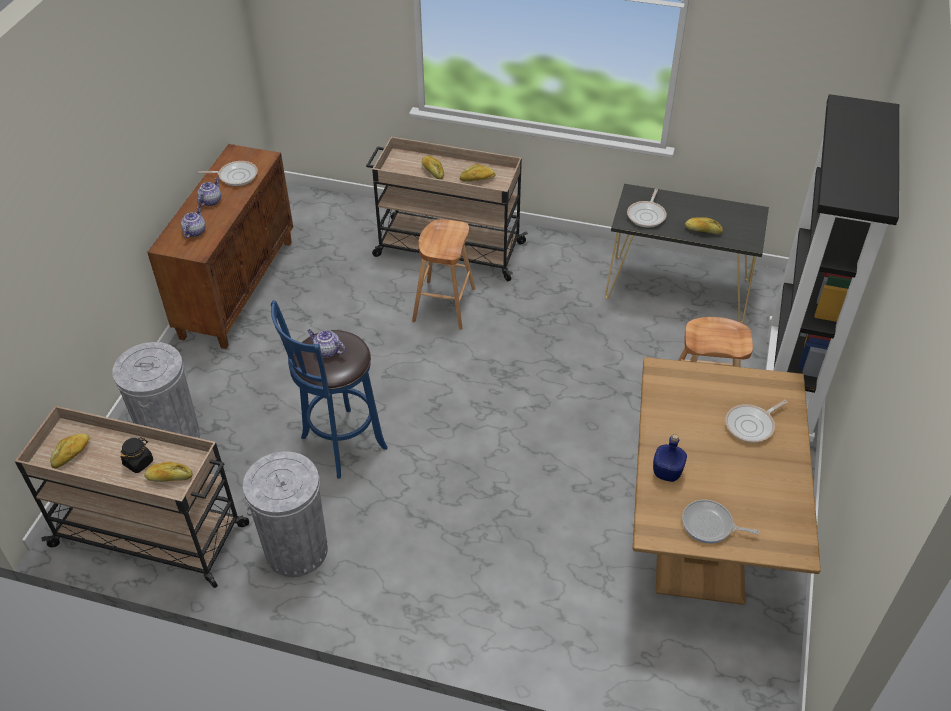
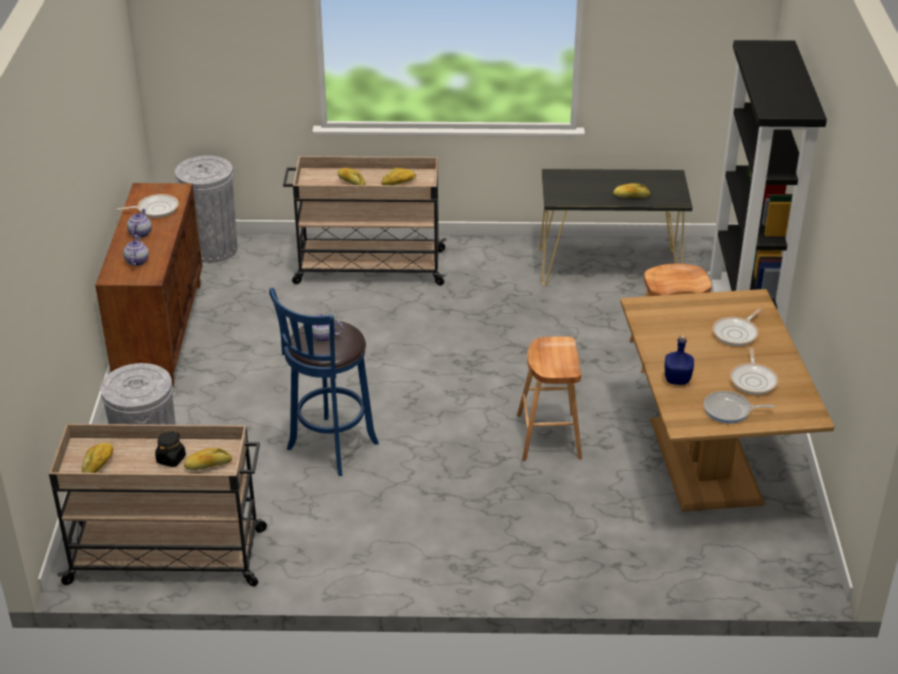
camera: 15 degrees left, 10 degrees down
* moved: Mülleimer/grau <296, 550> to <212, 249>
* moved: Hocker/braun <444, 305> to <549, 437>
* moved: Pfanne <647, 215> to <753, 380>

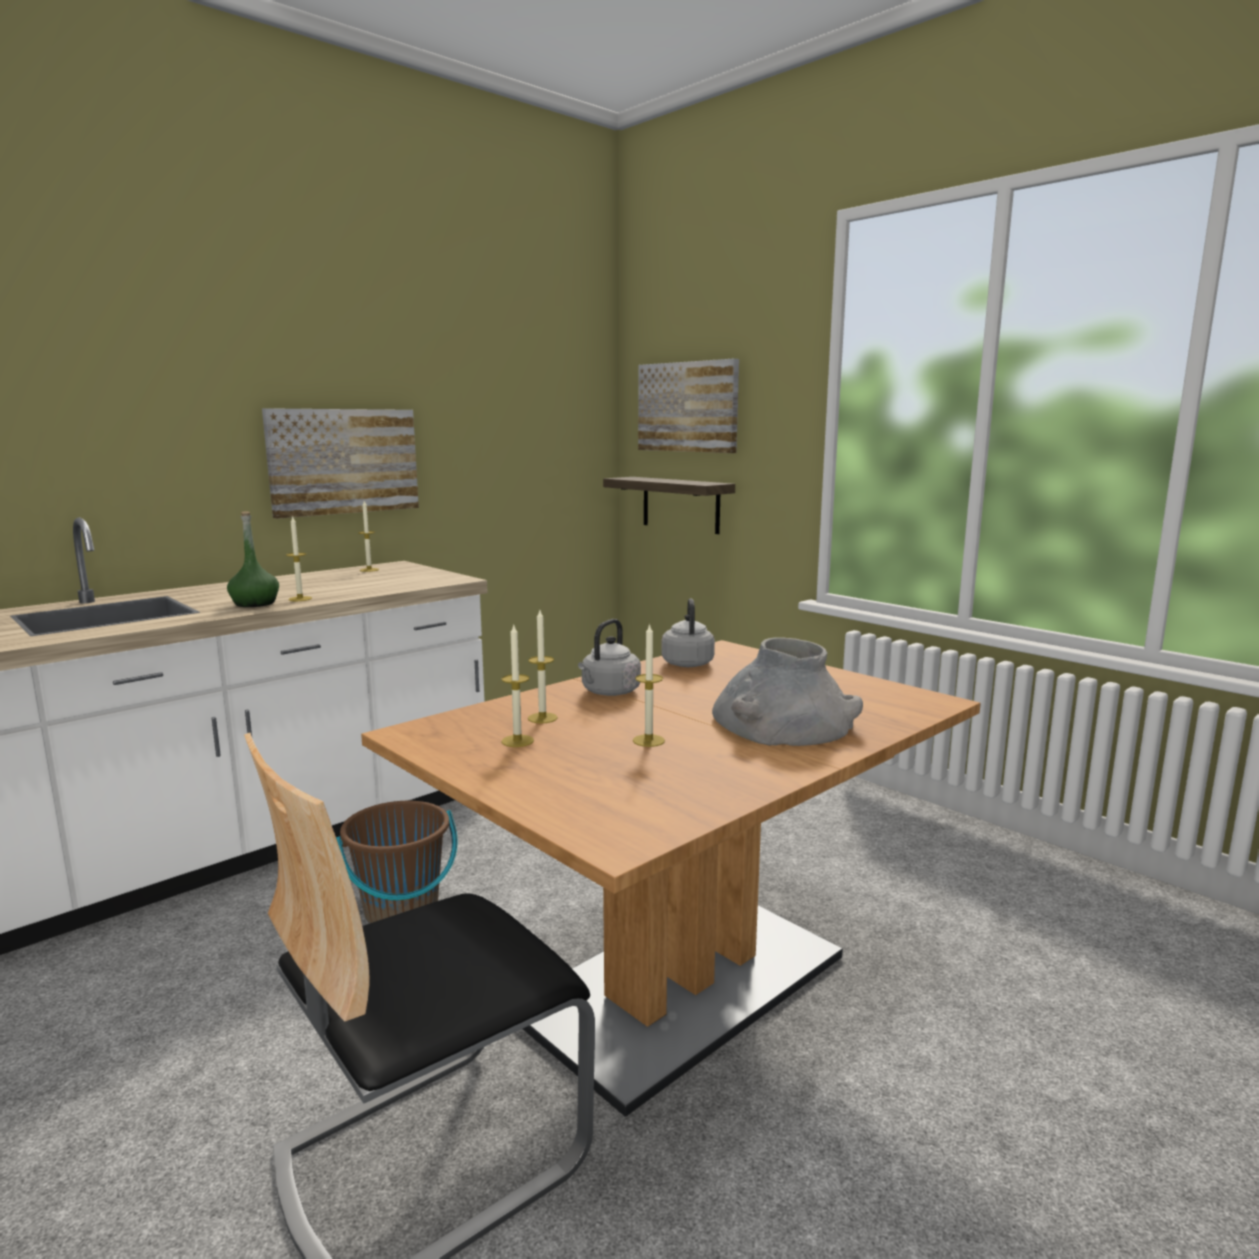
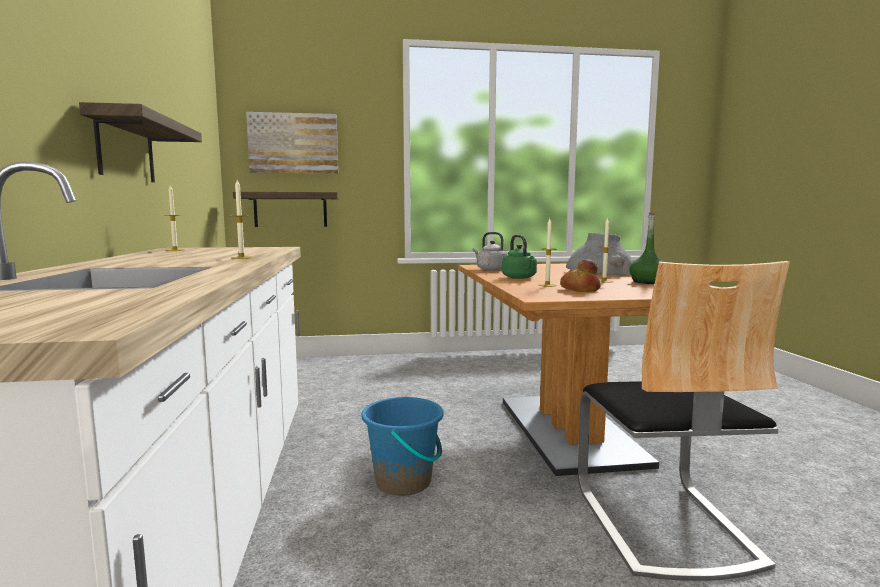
camera: 55 degrees left, 5 degrees down
* moved: Flasche/grün <255, 603> to <647, 282>
* replaced: Bild <343, 461> to Wandregal <126, 149>
* recoloured: Eimer/braun <401, 911> to Eimer/blau <404, 482>
* replaced: Kerze <517, 741> to Brot <580, 289>
* recoloured: Wasserkessel/grau <609, 692> to Wasserkessel/grün <520, 278>

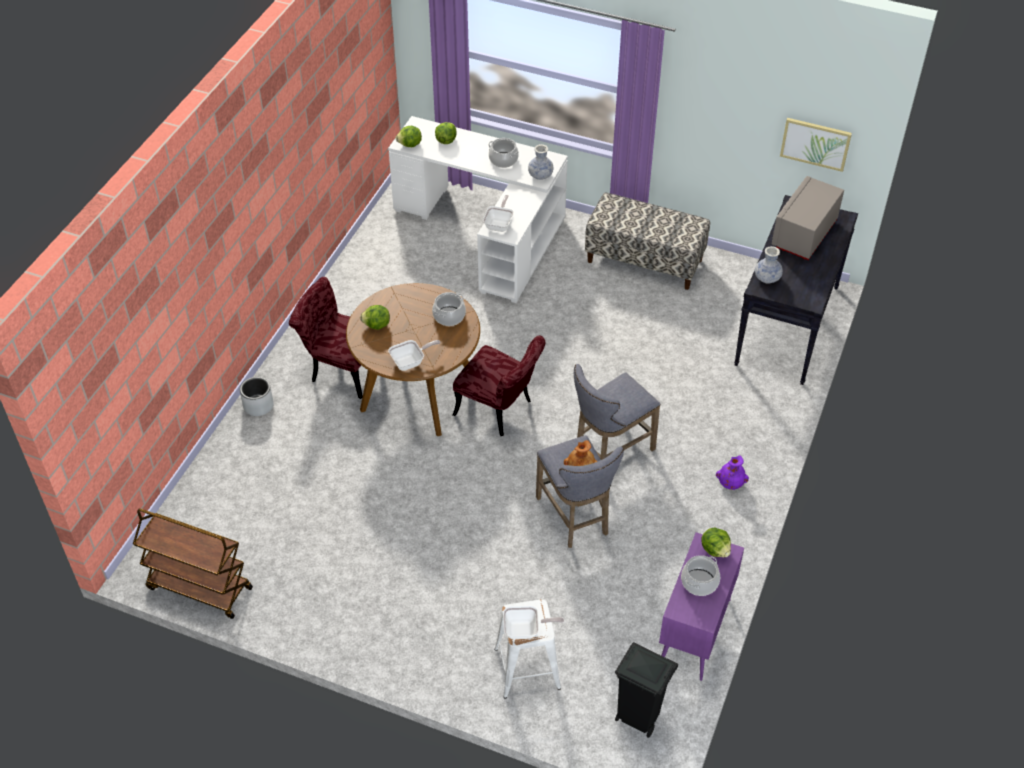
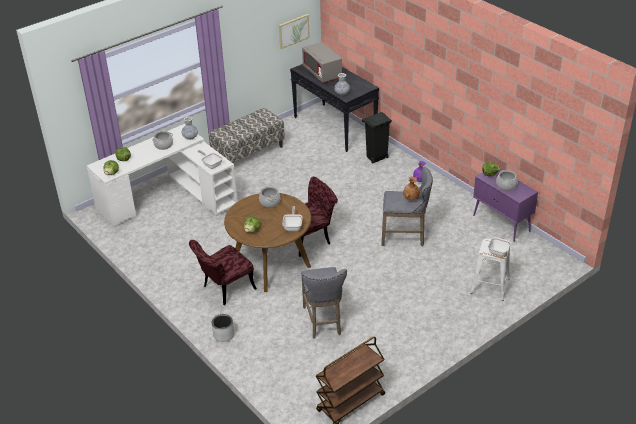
camera: 60 degrees left, 10 degrees down
* moved: Hocker/grau <609, 452> to <323, 322>
* moved: Mülleimer/schwarz <638, 718> to <376, 158>

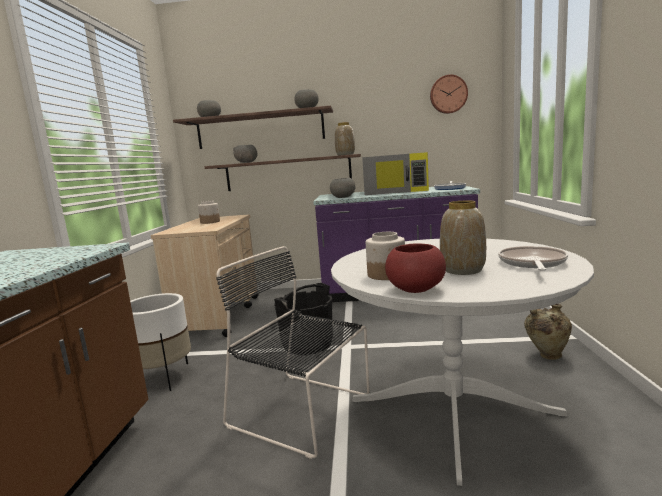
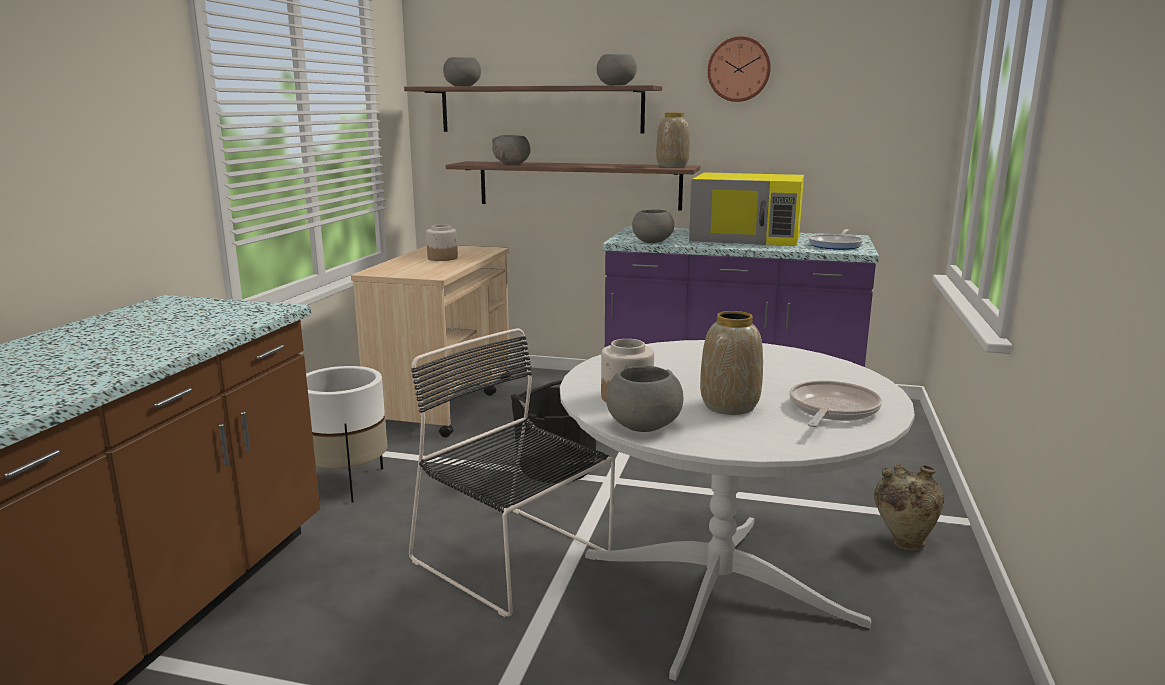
camera: 10 degrees right, 5 degrees up
* recoloured: Schüssel/rot <415, 289> to Schüssel/grau <643, 426>
* moved: Wanduhr <448, 94> to <739, 69>

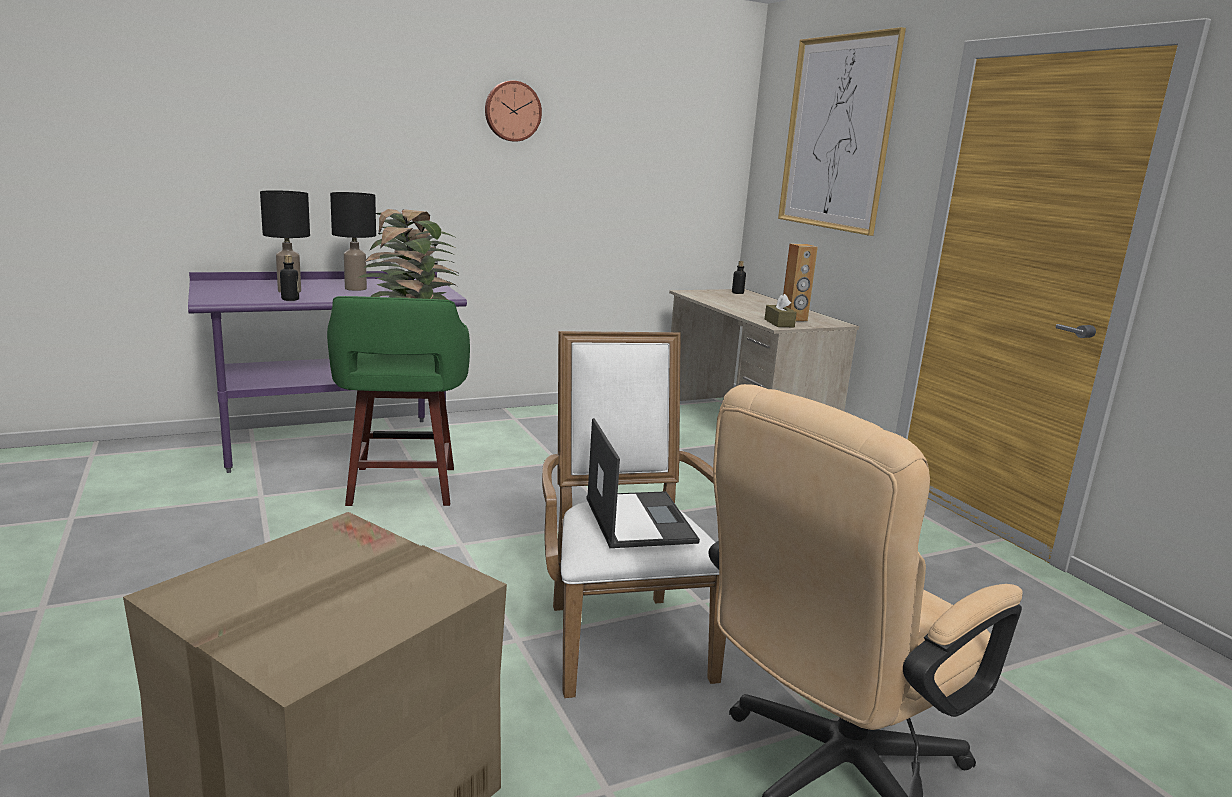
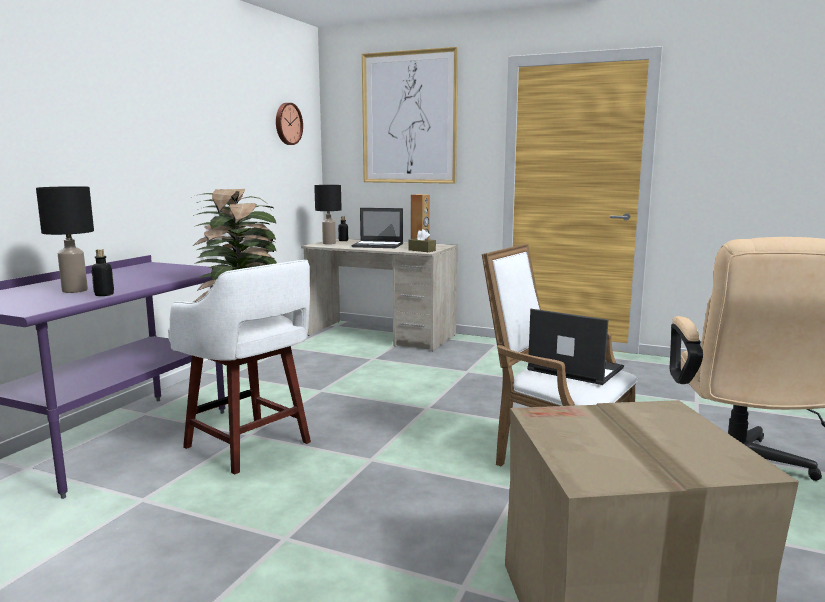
camera: 40 degrees left, 5 degrees down
* recoloured: Hocker/grün <402, 488> to Hocker/weiß <250, 446>
* moved: Tischlampe/schwarz <355, 289> to <329, 243>
* moved: Wanduhr <512, 111> to <287, 124>
* added: Laptop <378, 245>

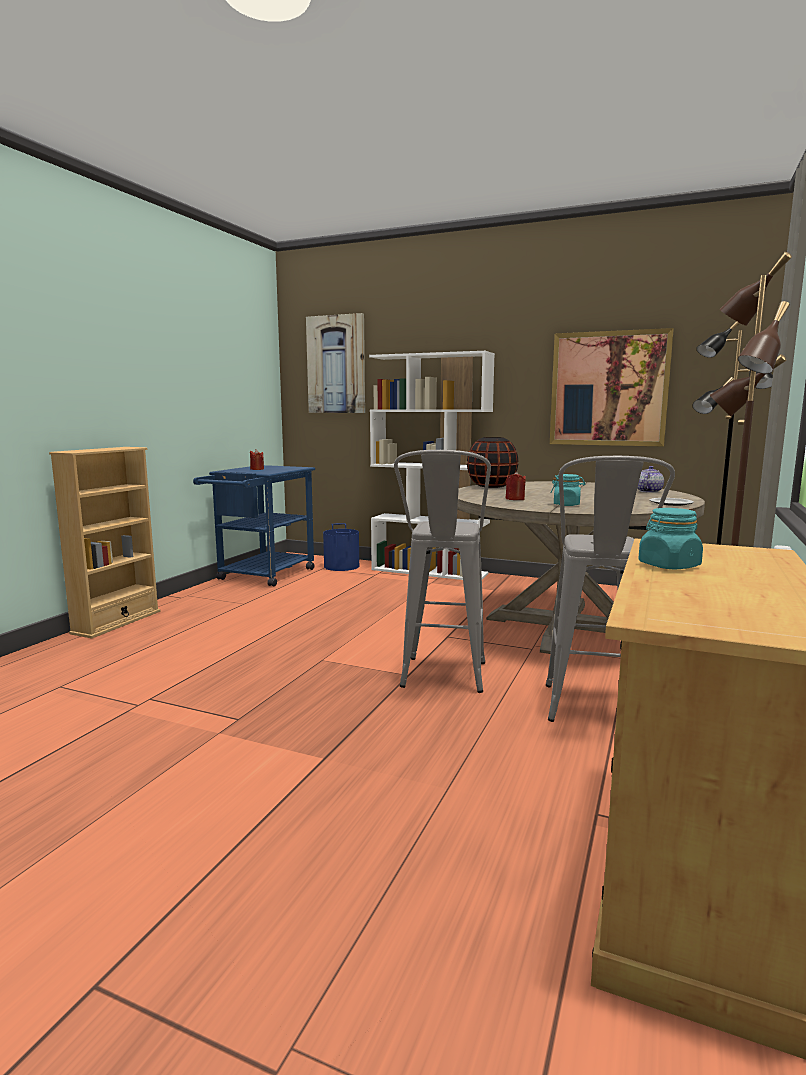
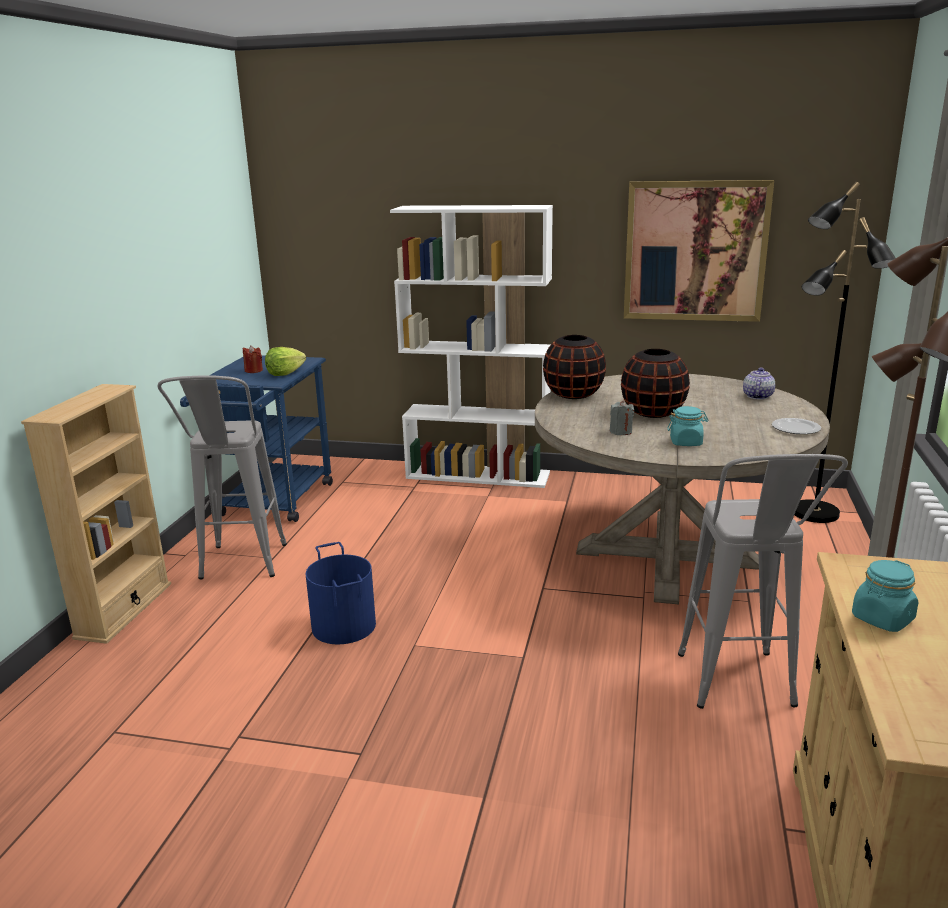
camera: 10 degrees left, 10 degrees up
* removed: Bild <336, 364>
* moved: Eimer/blau <342, 566> to <345, 625>
* moved: Hocker/grau <442, 681> to <240, 569>
* recoloured: Kerze/rot <515, 499> to Kerze/grau <620, 432>
* added: Salatkopf <285, 373>
* added: Vase/schwarz <653, 413>

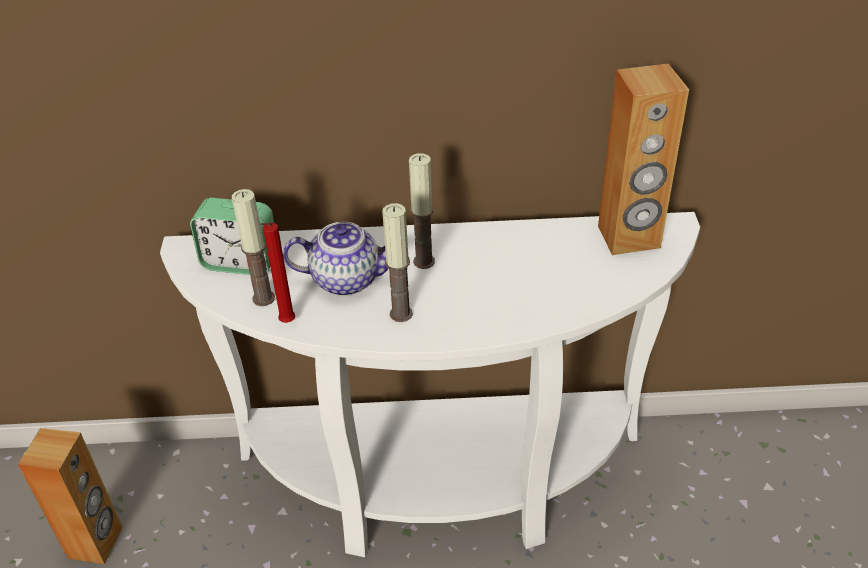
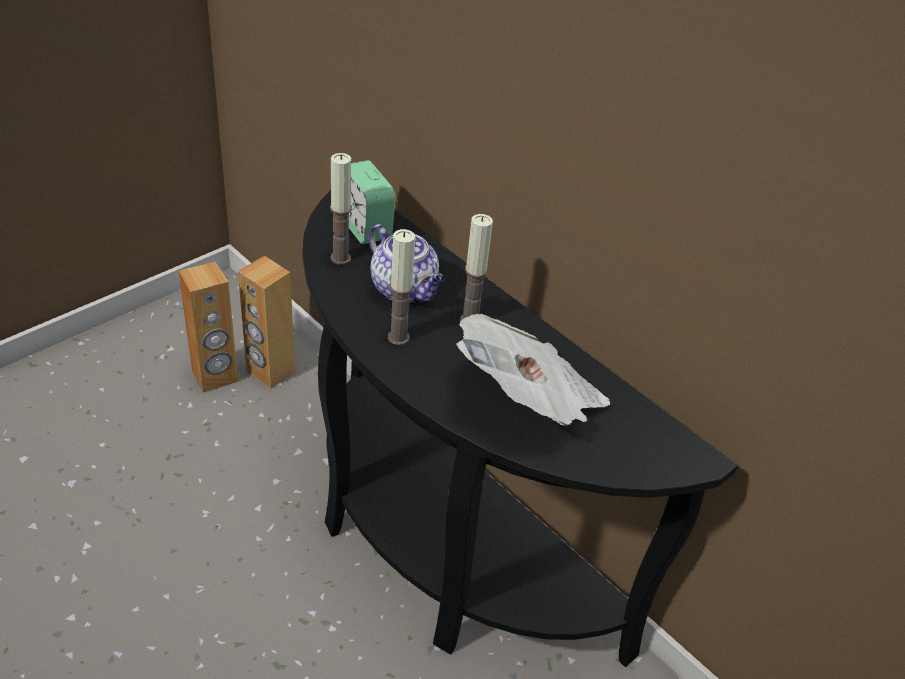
camera: 45 degrees right, 0 degrees up
* recoloured: Konsolentisch/weiß <440, 485> to Konsolentisch/schwarz <439, 545>
* removed: Kerze/rot <286, 323>
* moved: Lautsprecher/braun <629, 237> to <270, 371>
* added: Zeitung <529, 400>

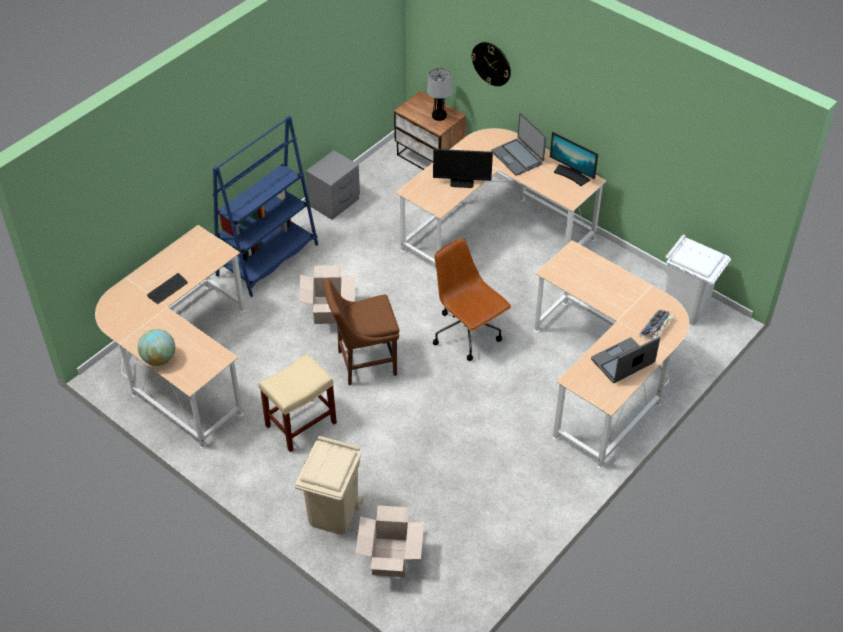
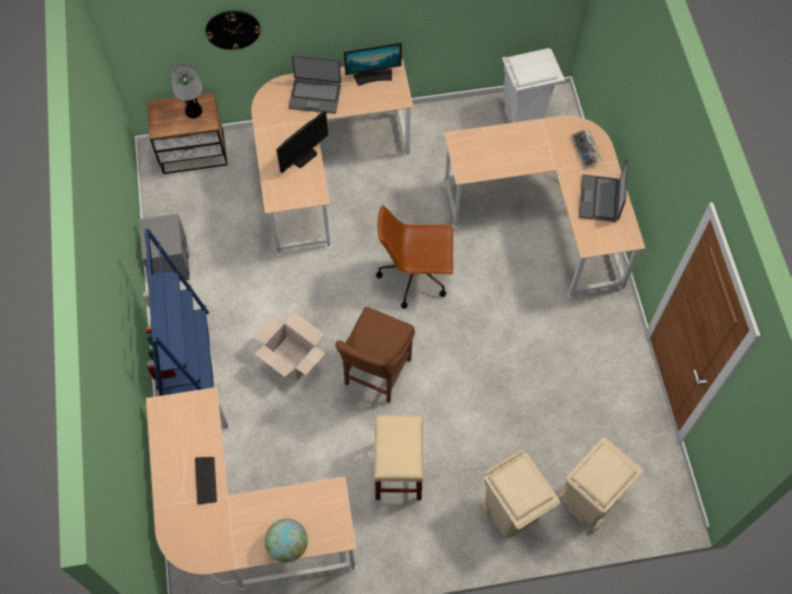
camera: 50 degrees left, 15 degrees up
* replaced: Karton <390, 557> to Mülleimer/beige <588, 500>

